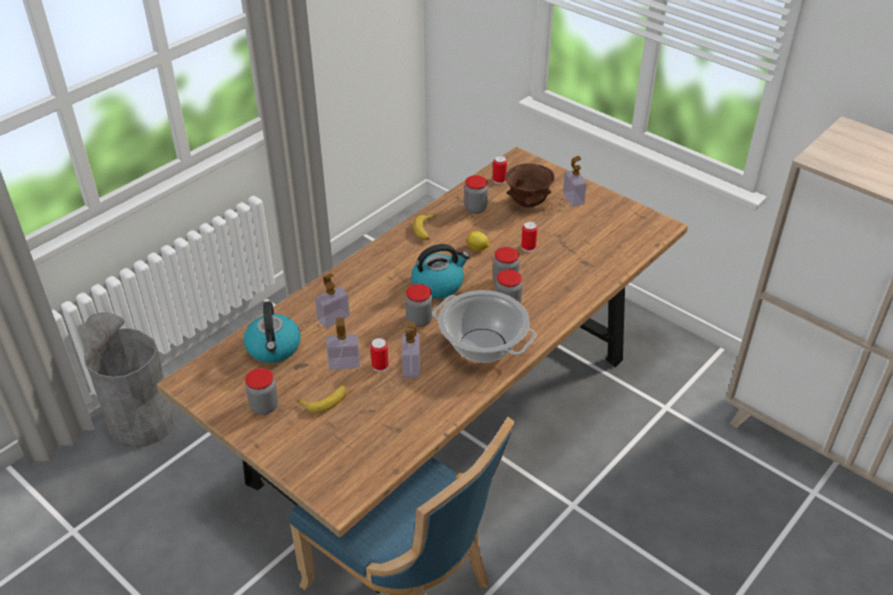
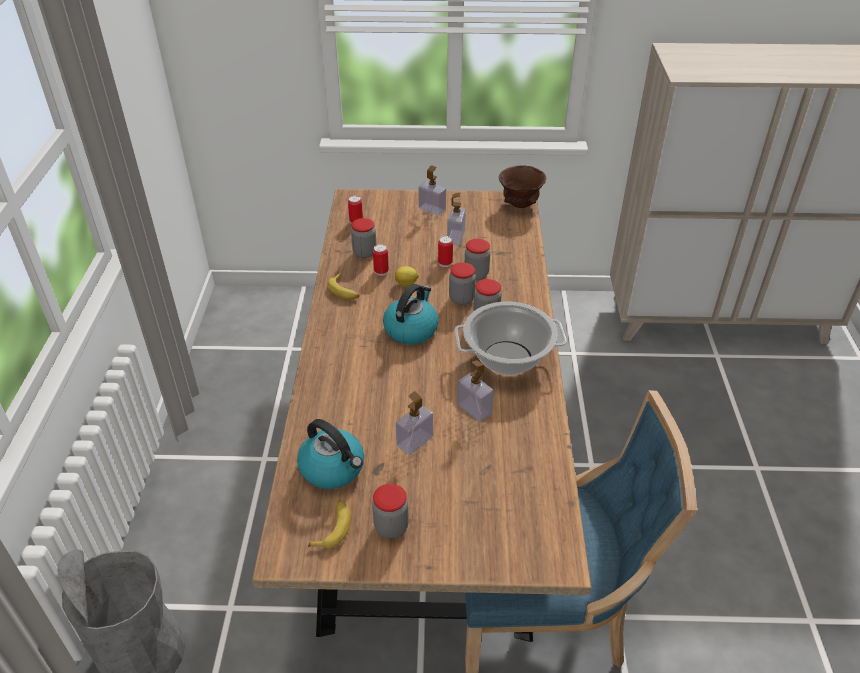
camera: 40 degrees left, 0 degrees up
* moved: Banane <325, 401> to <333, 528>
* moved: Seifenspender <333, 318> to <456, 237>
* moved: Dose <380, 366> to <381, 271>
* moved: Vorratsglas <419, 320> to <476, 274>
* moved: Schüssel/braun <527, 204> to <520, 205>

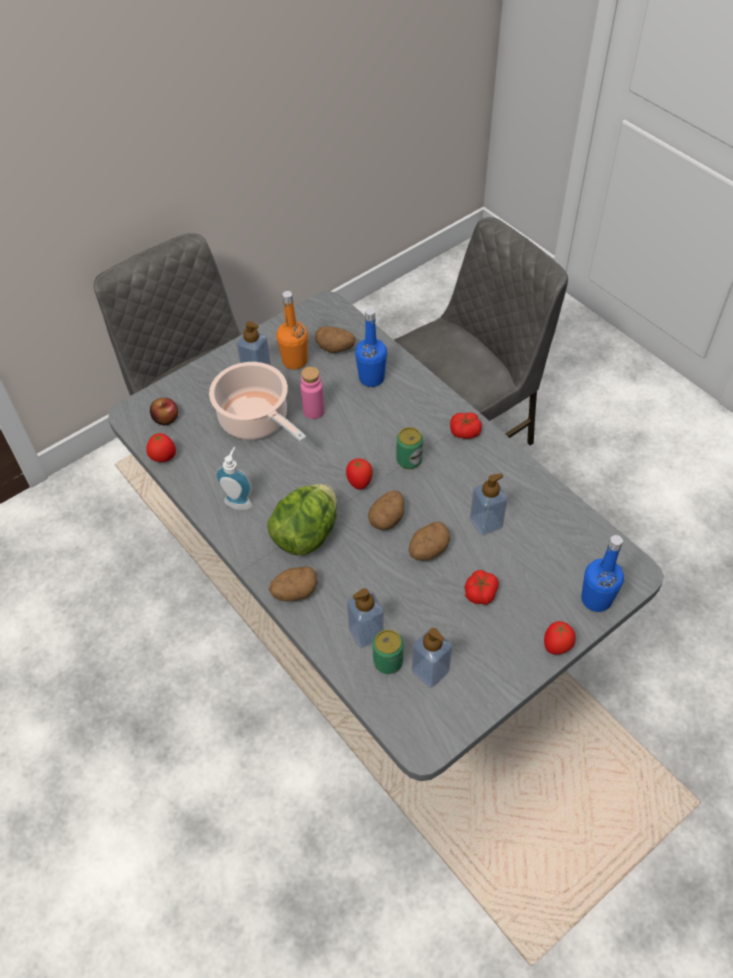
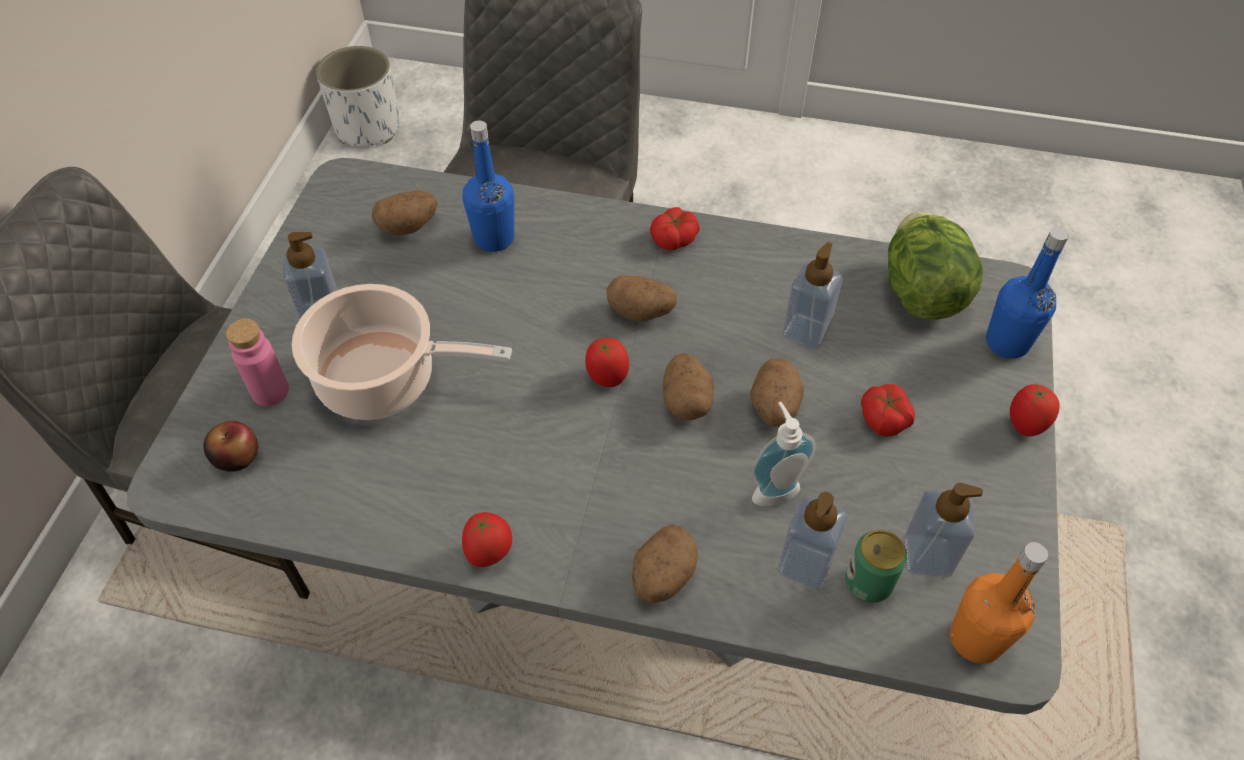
camera: 40 degrees left, 0 degrees up
* moved: Tomate <163, 458> to <489, 553>
* moved: Seifenspender <239, 501> to <773, 488>
* moved: Salatkopf <306, 534> to <921, 292>
* moved: Flasche/orange <295, 361> to <976, 639>
* moved: Flasche/rosa <314, 411> to <270, 391>
* replaced: Dose <409, 460> to Kartoffel <641, 312>
* added: Pflanzkübel/weiß <368, 128>

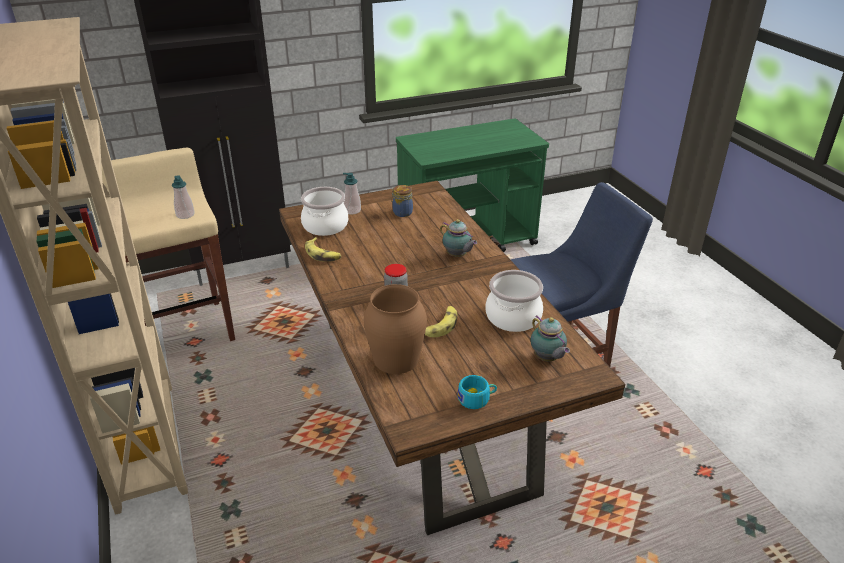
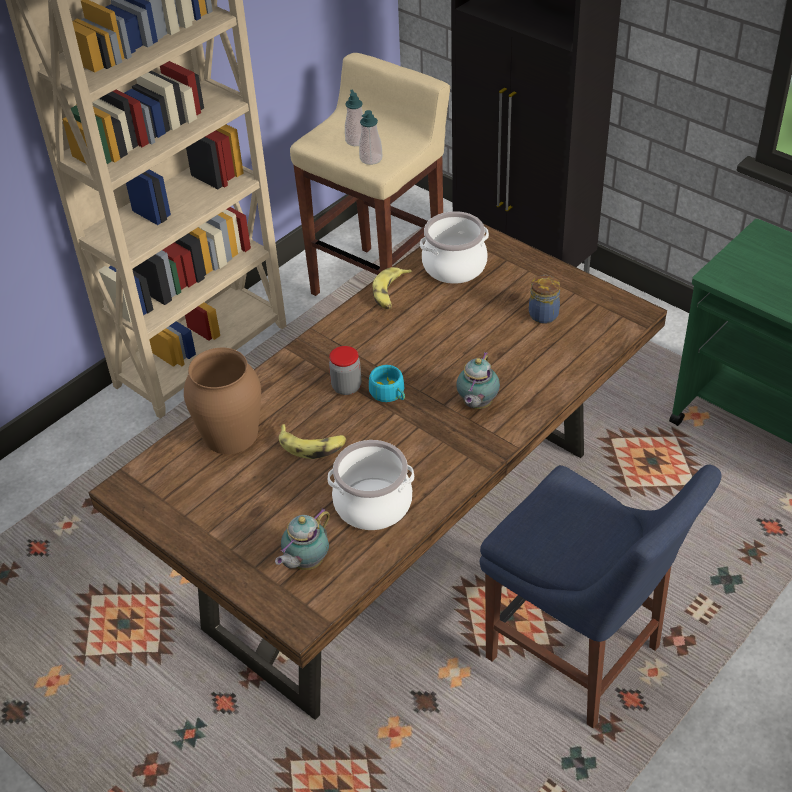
camera: 65 degrees right, 10 degrees up
* moved: Seifenspender <352, 210> to <356, 141>
* moved: Tasse/türkis <477, 399> to <389, 394>

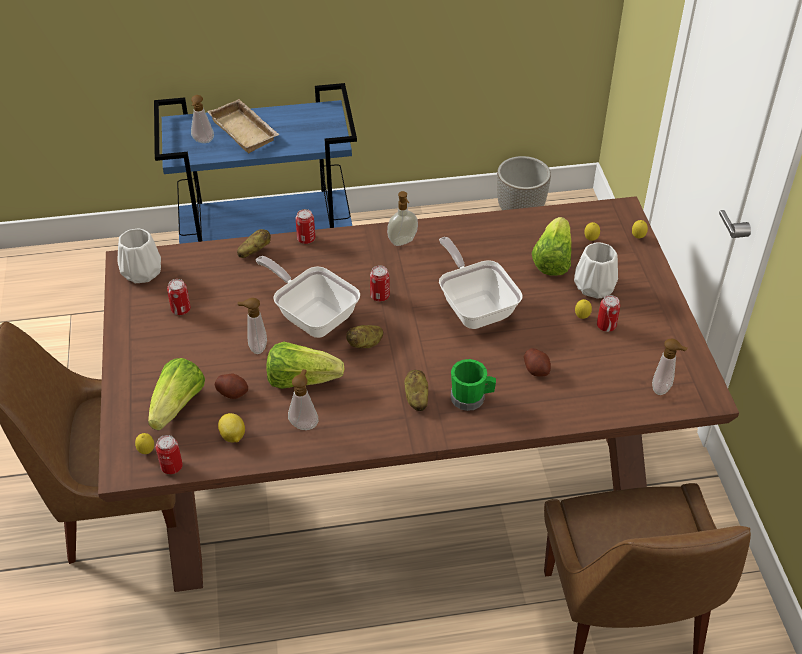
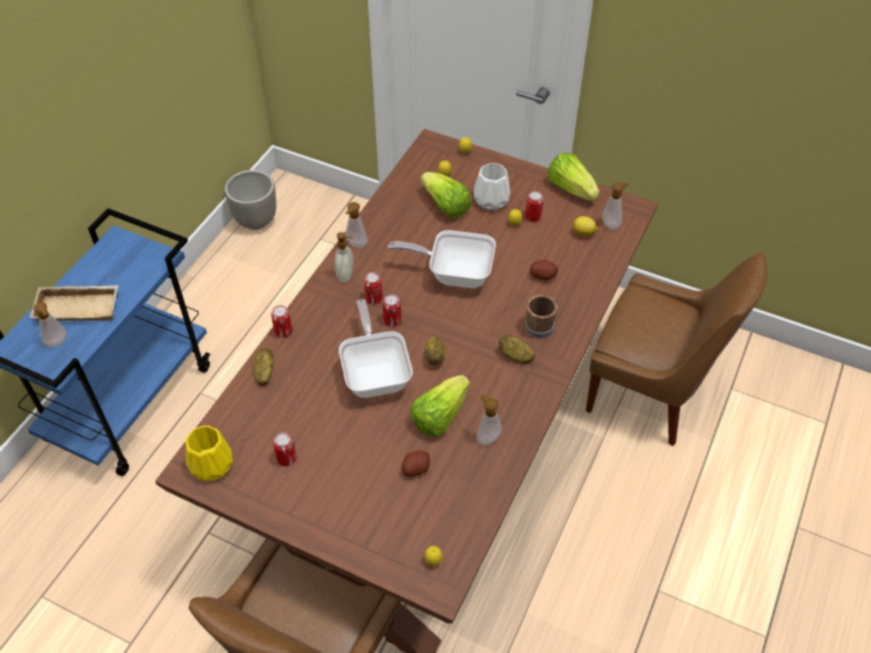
camera: 55 degrees left, 5 degrees up
* recoloured: Vase/weiß <141, 272> to Vase/gelb <210, 466>
* moved: Salatkopf <178, 406> to <571, 189>
* moved: Dose <171, 467> to <373, 298>
* moved: Zitrone <233, 436> to <584, 233>
* moved: Seifenspender <256, 347> to <356, 245>
* turned: Pfanne <312, 316> = <376, 373> 90 degrees clockwise
* recoloured: Henkelbecher/grün <471, 398> to Henkelbecher/braun <541, 325>

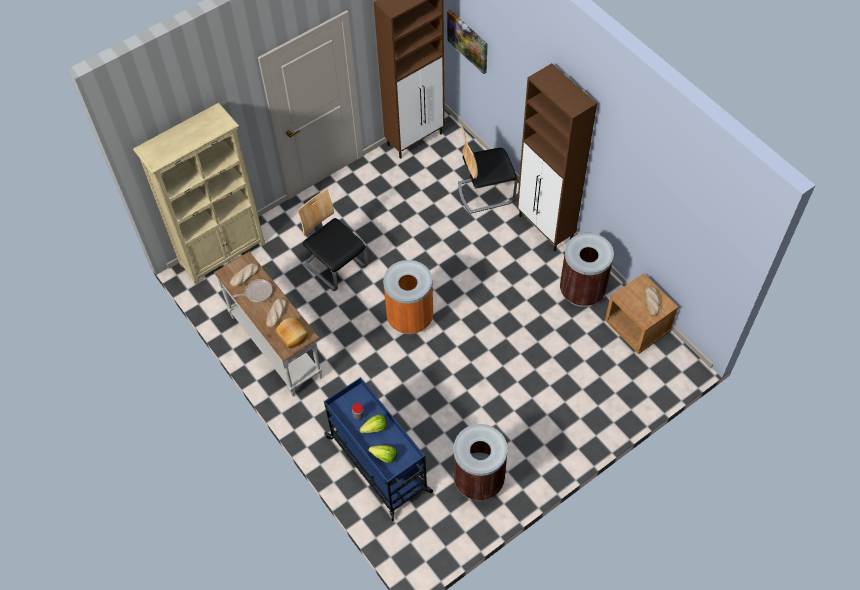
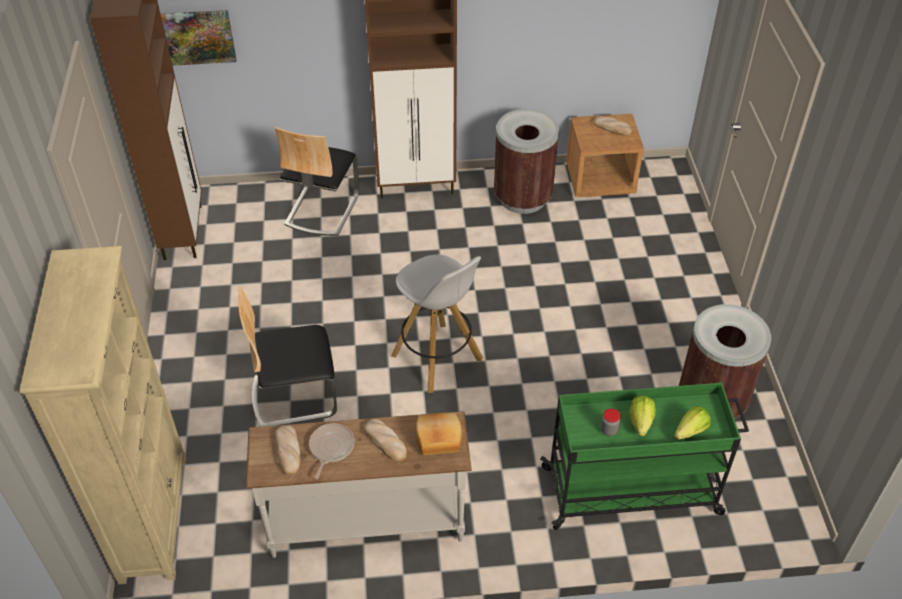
camera: 60 degrees left, 10 degrees down
* recoloured: Rollwagen/blau <380, 465> to Rollwagen/grün <633, 491>
* replaced: Mülleimer/orange <410, 318> to Hocker/weiß <438, 358>

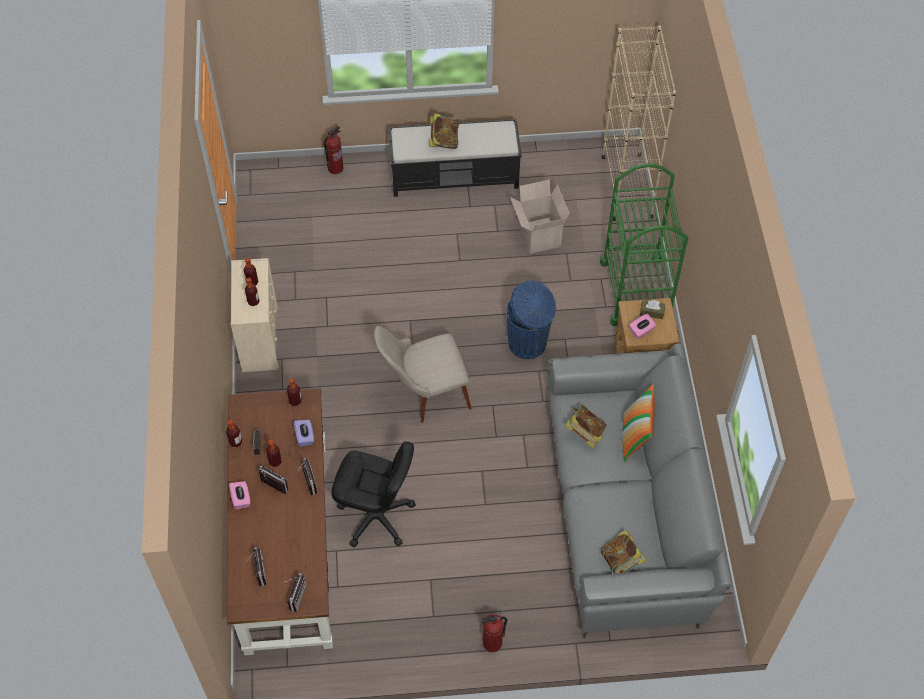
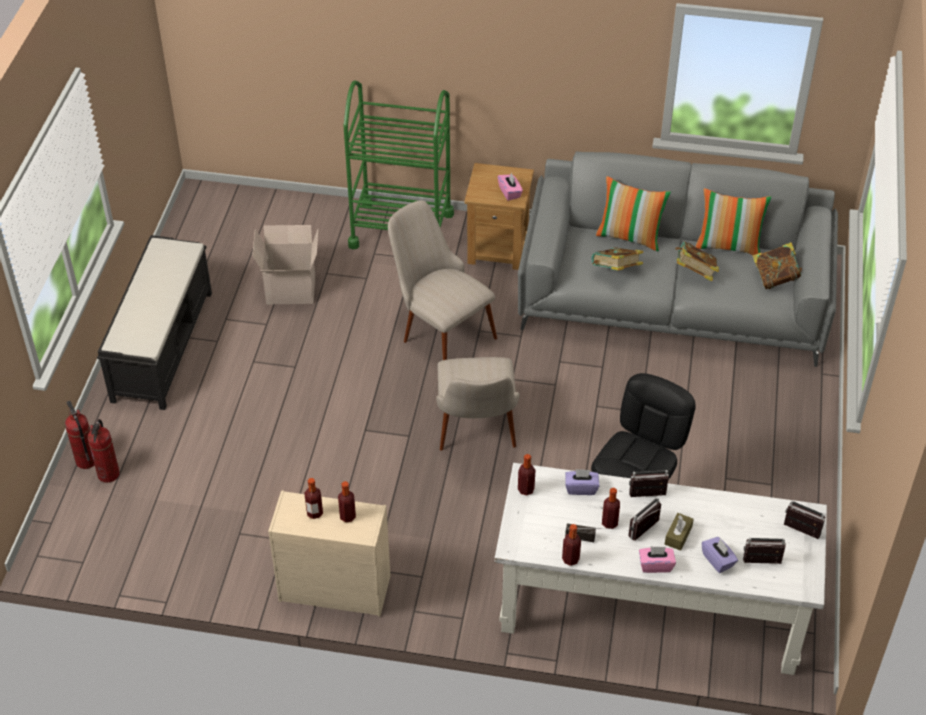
camera: 75 degrees left, 10 degrees down
* recoloured: Schreibtisch/braun <286, 543> to Schreibtisch/weiß <649, 608>
* moved: Buch <443, 140> to <694, 273>
* moved: Feuerlöscher <492, 643> to <109, 474>
* replaced: Mülleimer/blau <528, 344> to Stuhl/beige <439, 331>
* removed: Bücherregal/beige <627, 187>
* moved: Taschentuchbox/braun <652, 312> to <678, 535>
* added: Kissen <729, 245>
* added: Taschentuchbox/lila <718, 560>

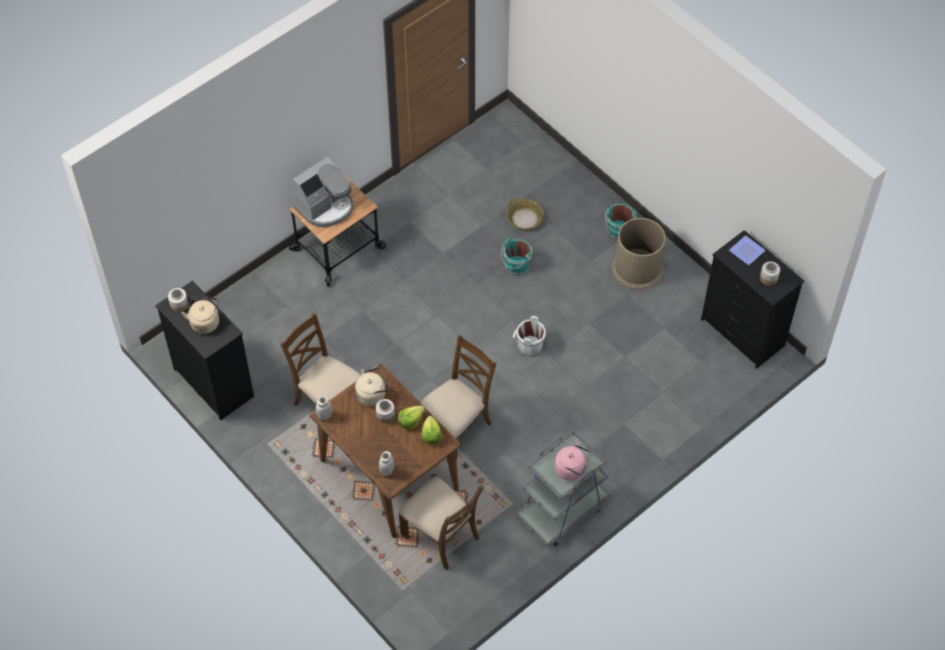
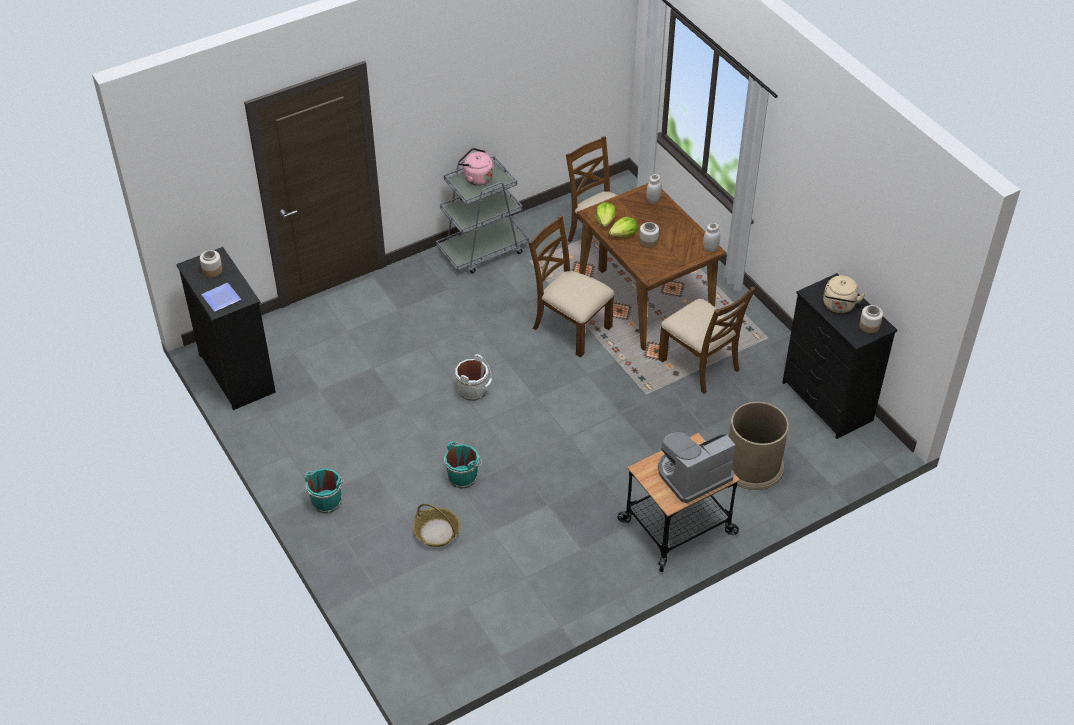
camera: 170 degrees left, 10 degrees down
* removed: Wasserkessel/beige <372, 394>
* turned: Stuhl/braun <455, 427> = <571, 327> 75 degrees clockwise
* moved: Mülleimer/braun <637, 268> to <753, 465>

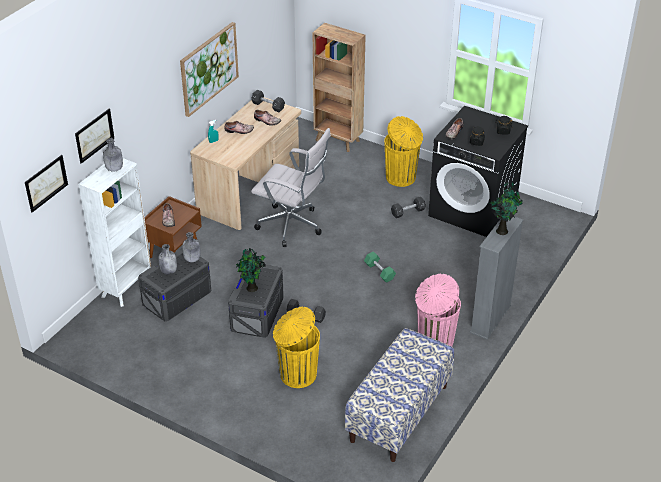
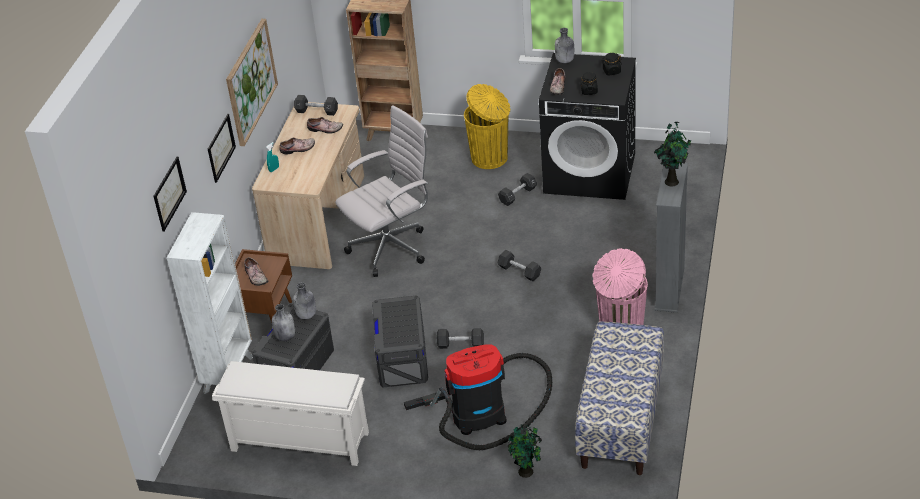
camera: 15 degrees left, 0 degrees up
* moved: Bild <46, 183> to <221, 147>
* moved: Flasche/grau <114, 169> to <565, 61>
* moved: Topfpflanze <252, 289> to <526, 473>
* turned: Bürostuhl/weiß <293, 226> = <392, 247> 45 degrees counterclockwise
* replaced: Mülleimer/gelb <297, 374> to Staubsauger <484, 413>
* recoloured: Hantel/grün <379, 272> to Hantel/schwarz <519, 271>
* added: Schuhregal/weiß <298, 442>

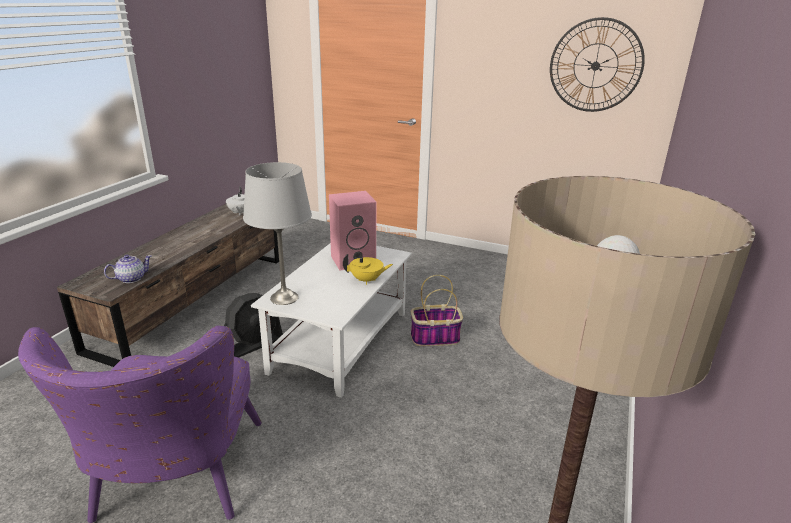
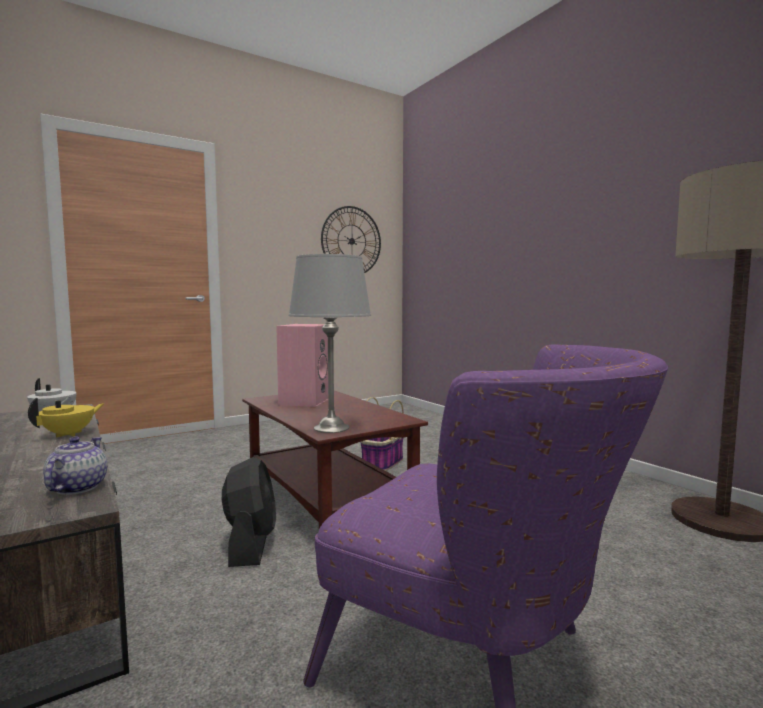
camera: 55 degrees left, 20 degrees down
* recoloured: Couchtisch/weiß <340, 342> to Couchtisch/braun <328, 498>
* moved: Teekanne/gelb <367, 280> to <69, 434>

